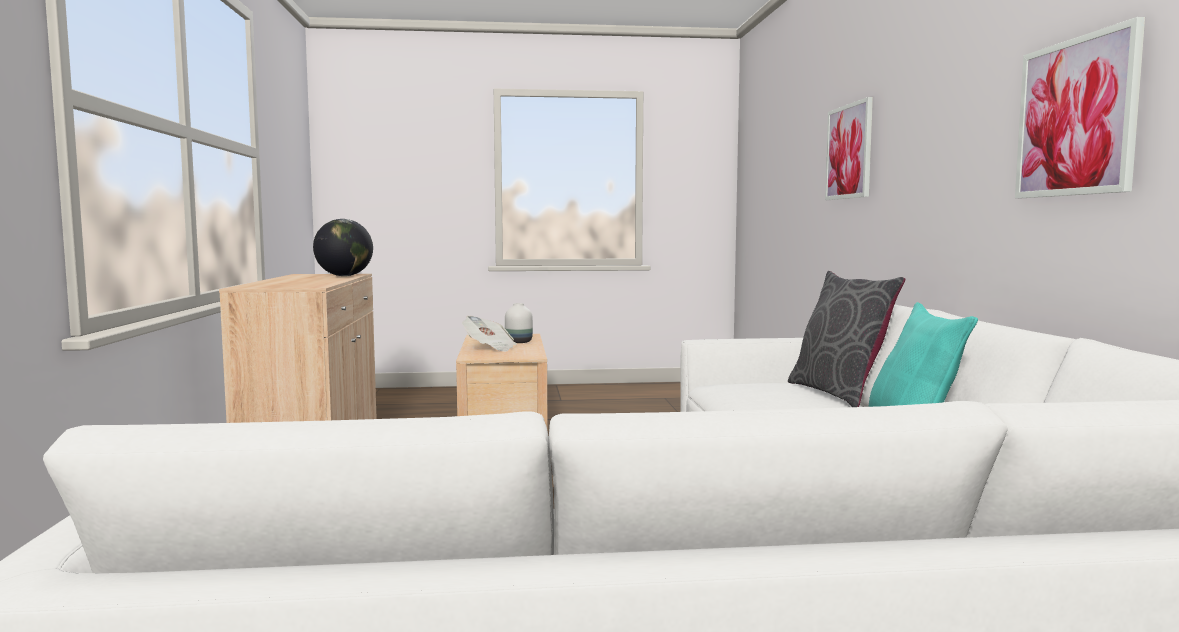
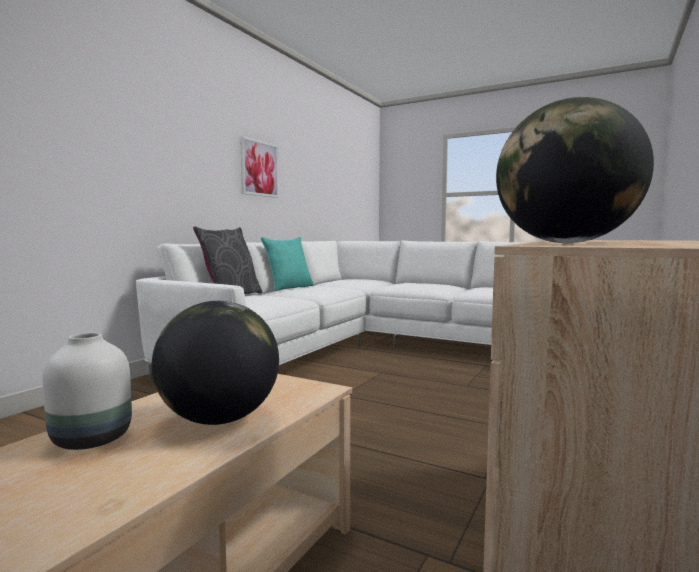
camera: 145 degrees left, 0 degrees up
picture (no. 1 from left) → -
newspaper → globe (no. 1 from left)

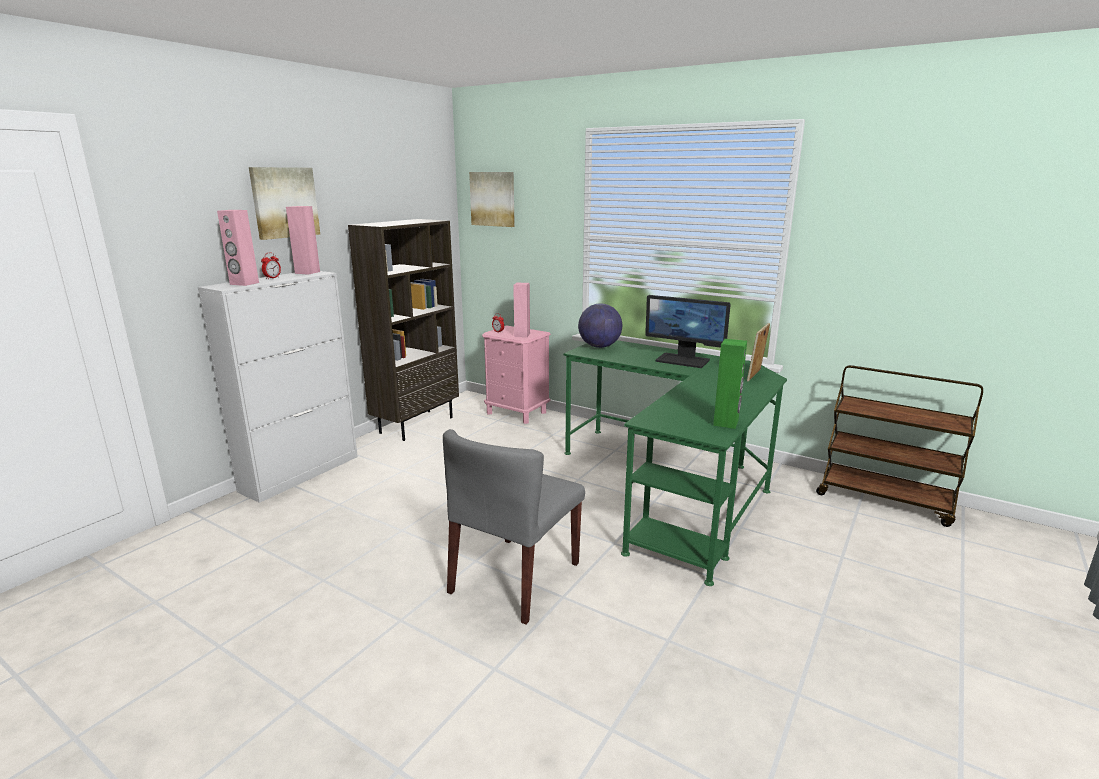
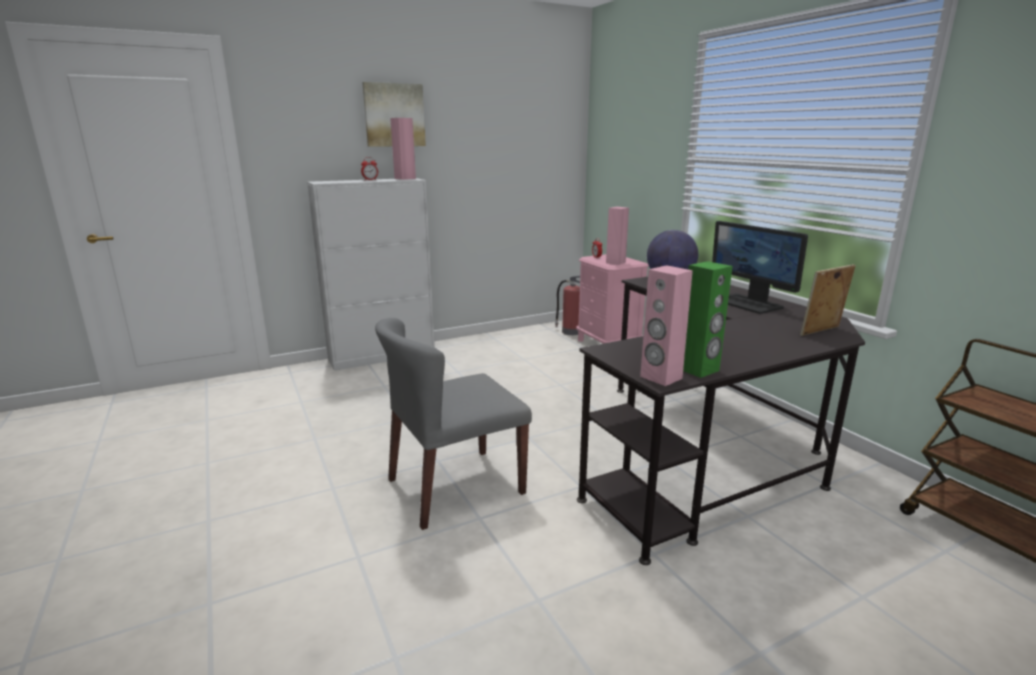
camera: 30 degrees right, 0 degrees up
brown bookcase → -
picture (no. 2 from left) → -
- → fire extinguisher
pink speaker (no. 1 from left in the first image) → pink speaker (no. 3 from left), relocated
green desk → black desk

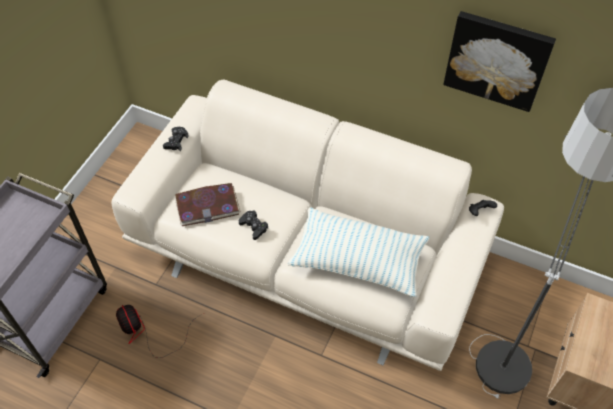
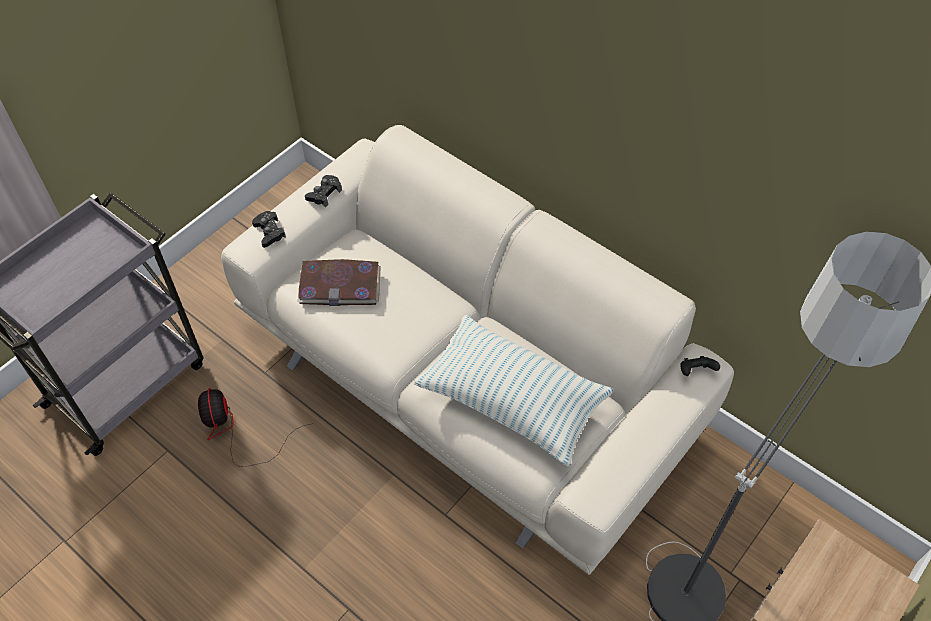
camera: 15 degrees right, 0 degrees up
picture → -
black game controller (no. 2 from left in the first image) → black game controller (no. 1 from left), relocated

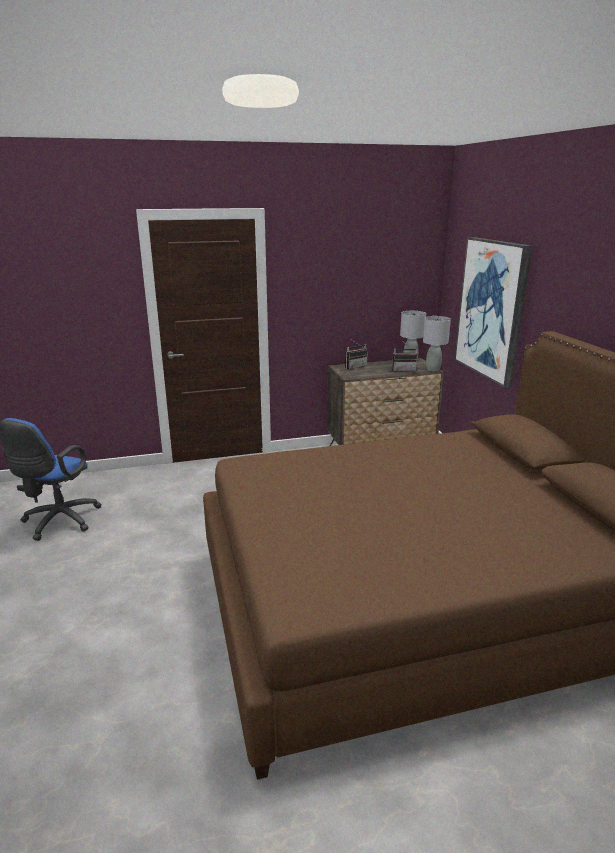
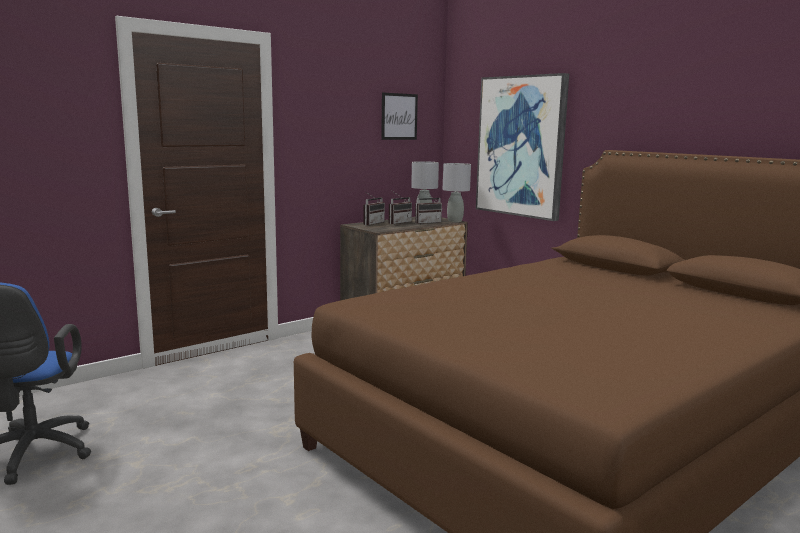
camera: 25 degrees left, 10 degrees down
- → picture (no. 1 from left)
- → radio (no. 2 from left)

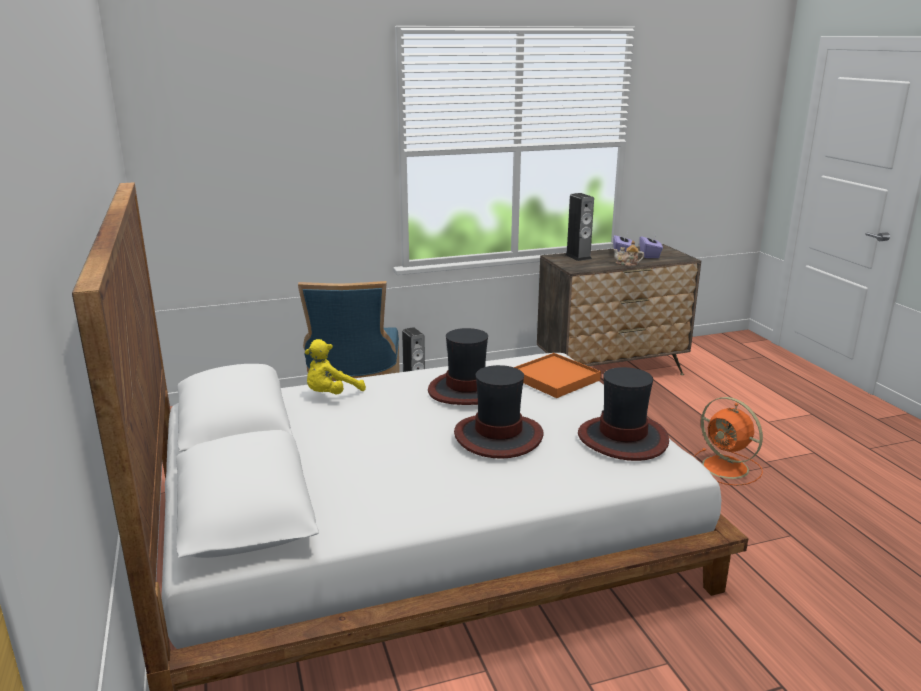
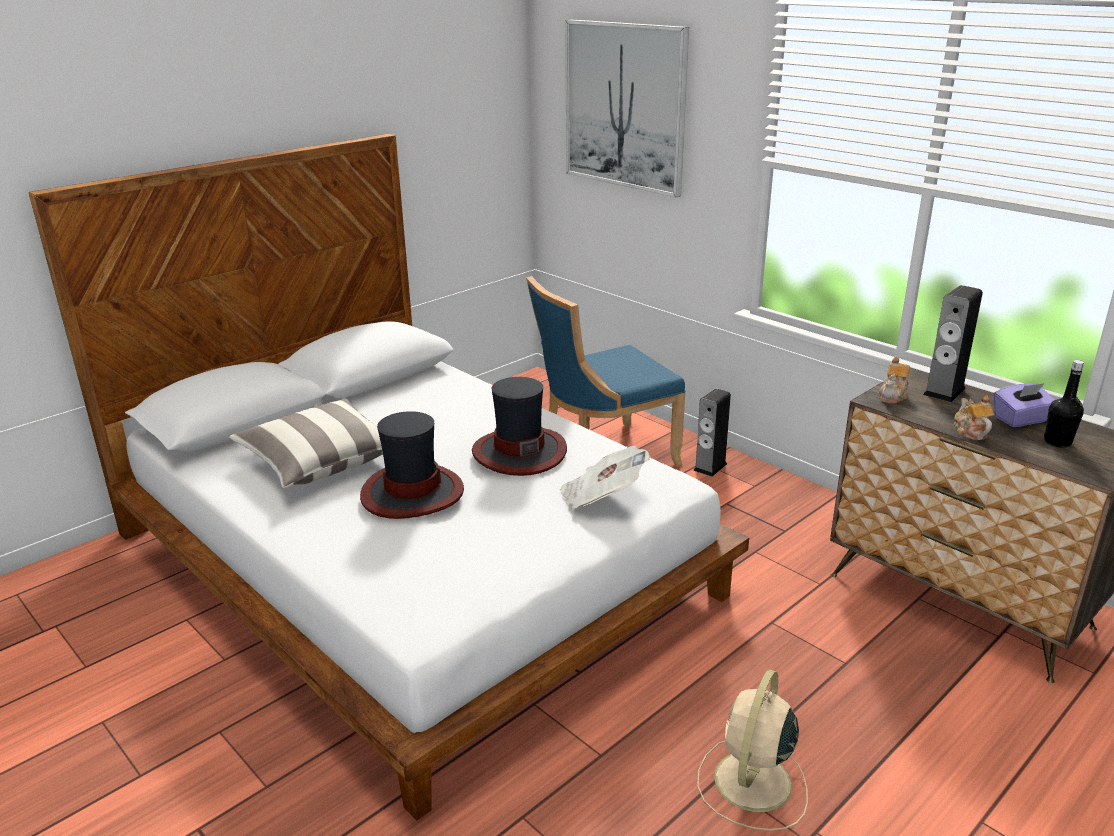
camera: 65 degrees right, 5 degrees up
yellow plush toy → -
hat (no. 3 from left) → -
- → pillow
- → picture
- → teapot (no. 1 from left)
orange tray → newspaper
purple tissue box (no. 2 from left) → black bottle
orange fan → beige fan

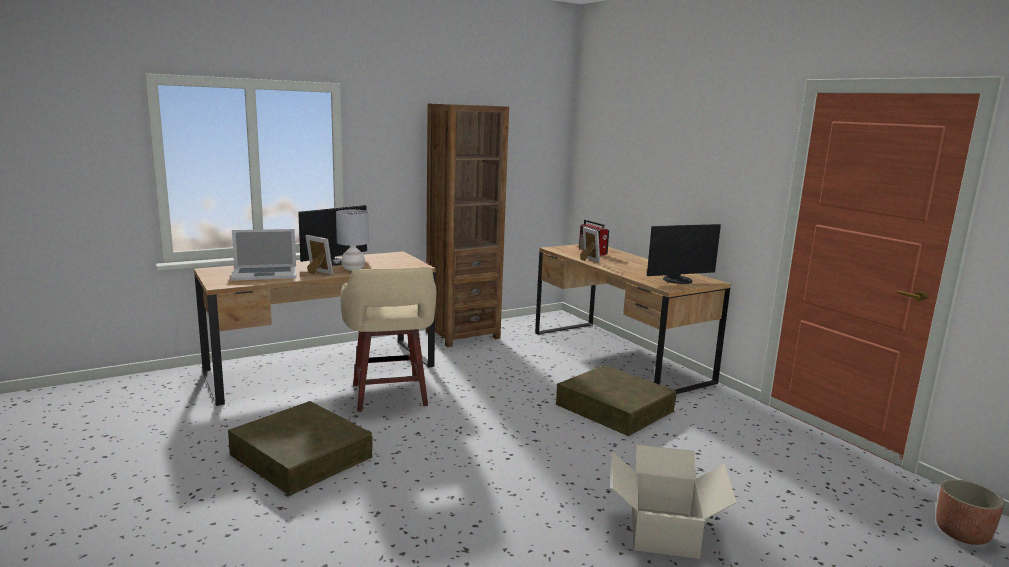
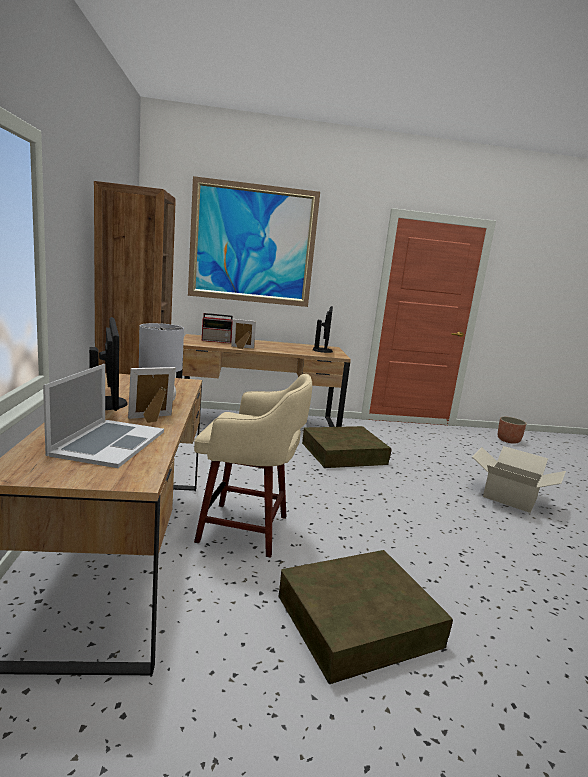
camera: 65 degrees left, 0 degrees up
- → picture

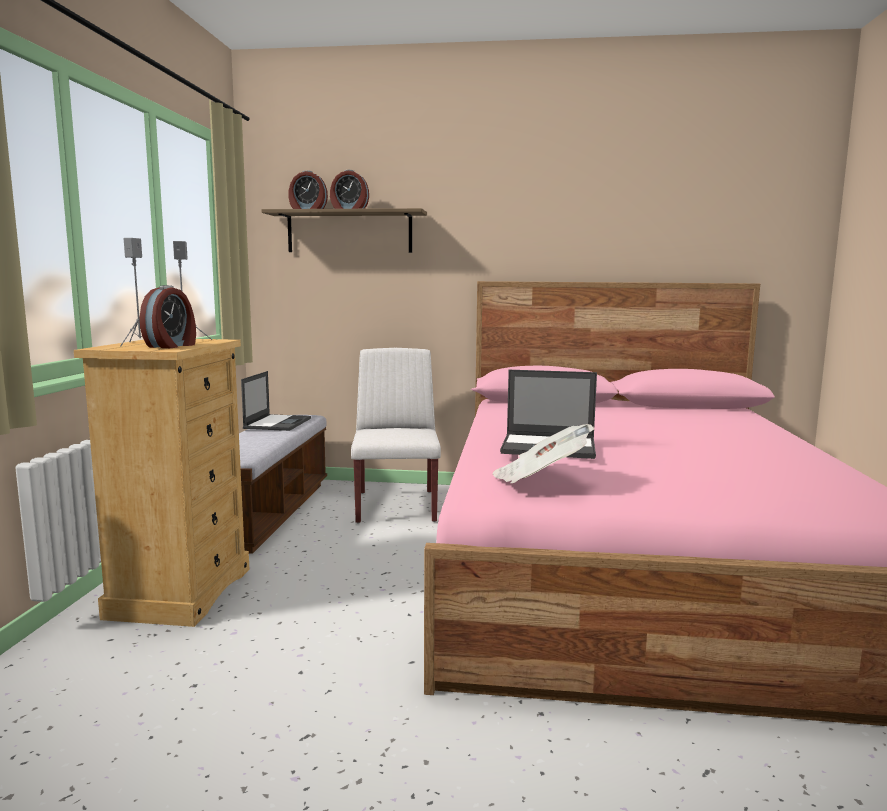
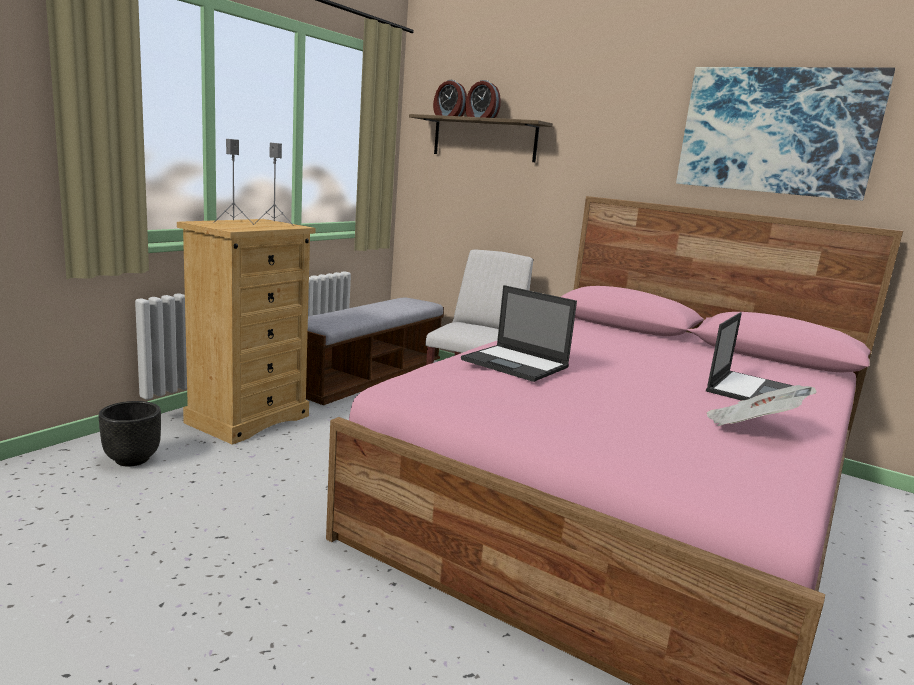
camera: 25 degrees right, 5 degrees up
alarm clock (no. 1 from left) → -
- → black planter
- → picture
laptop (no. 1 from left in the first image) → laptop (no. 2 from left), relocated
newspaper, relocated

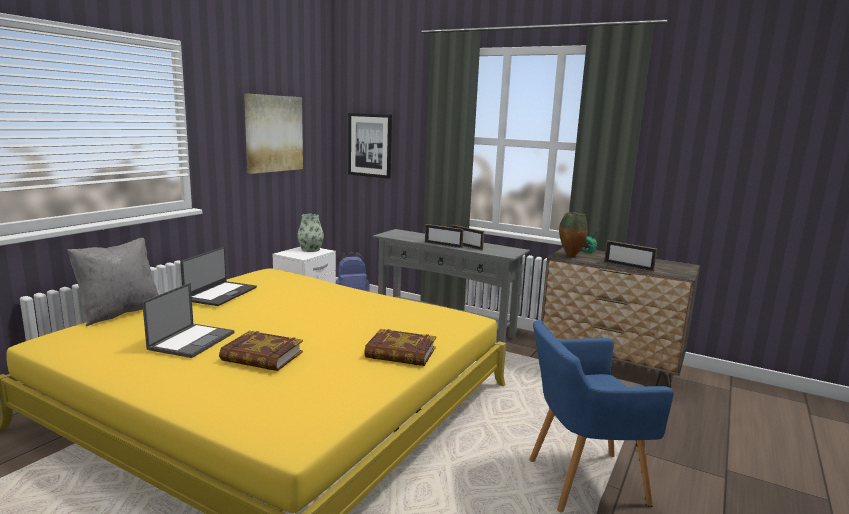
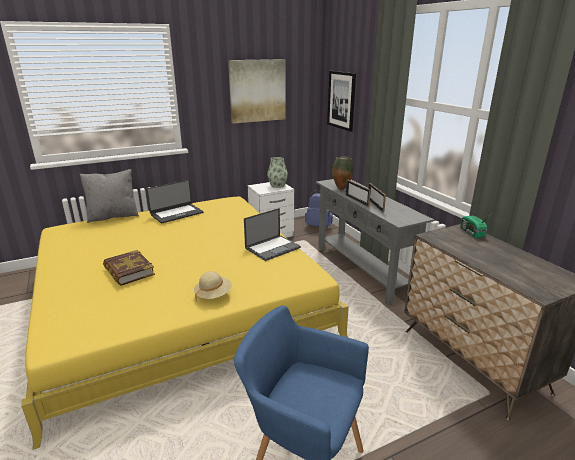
camera: 35 degrees right, 10 degrees up
picture frame (no. 3 from left) → -
laptop (no. 1 from left in the first image) → laptop (no. 2 from left), relocated
vase (no. 2 from left), relocated
book (no. 2 from left) → beige hat

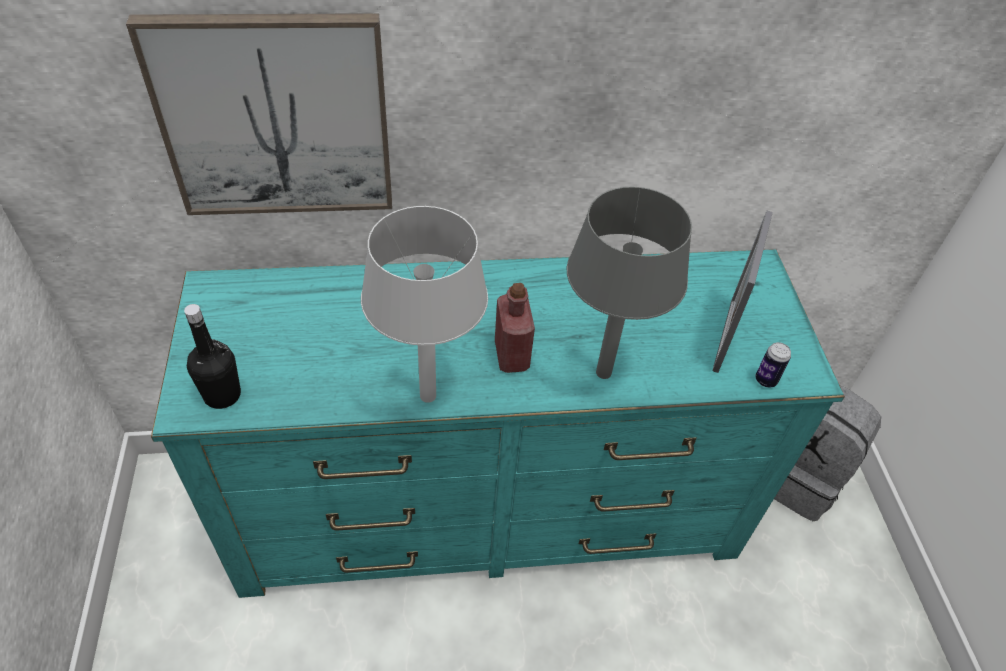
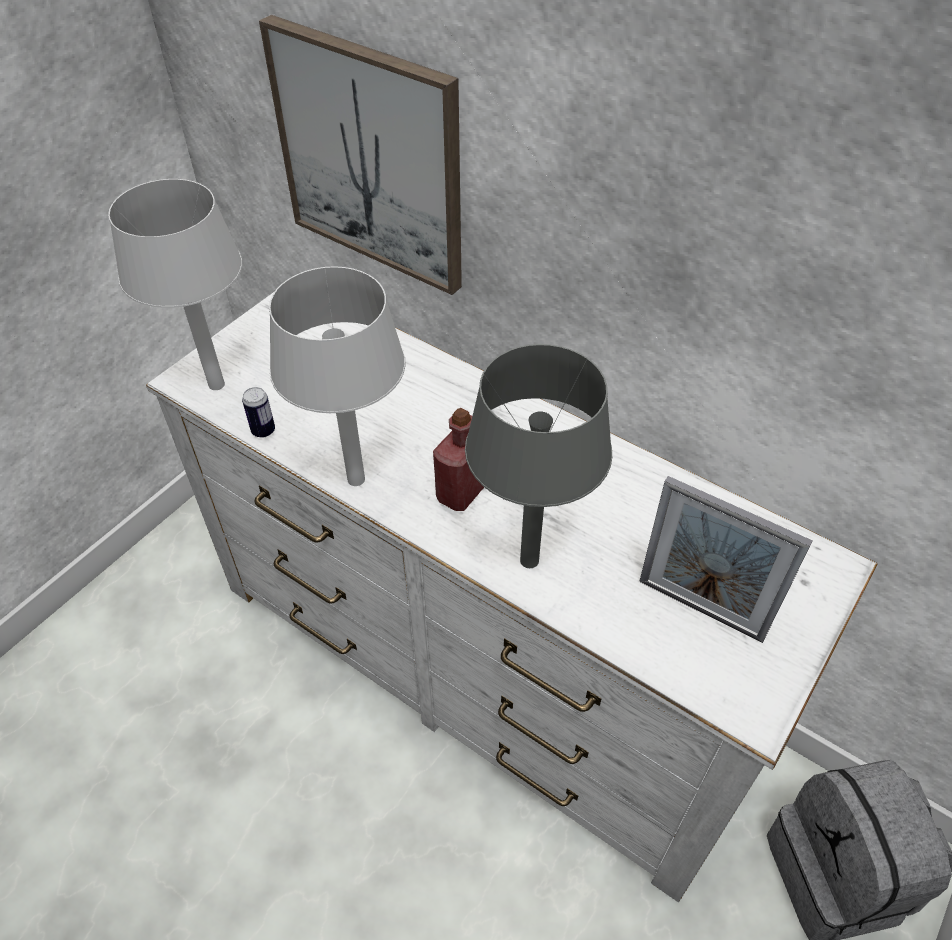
camera: 45 degrees right, 0 degrees up
can, relocated
black bottle → grey table lamp (no. 1 from left)
turquoise dresser → white dresser
picture frame, 120 degrees counterclockwise

